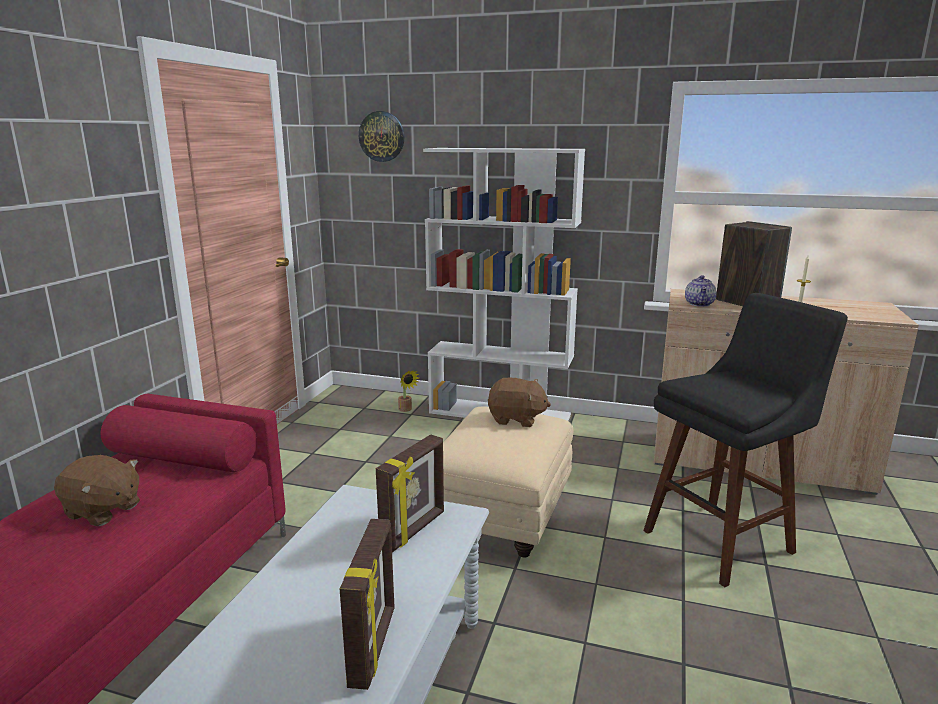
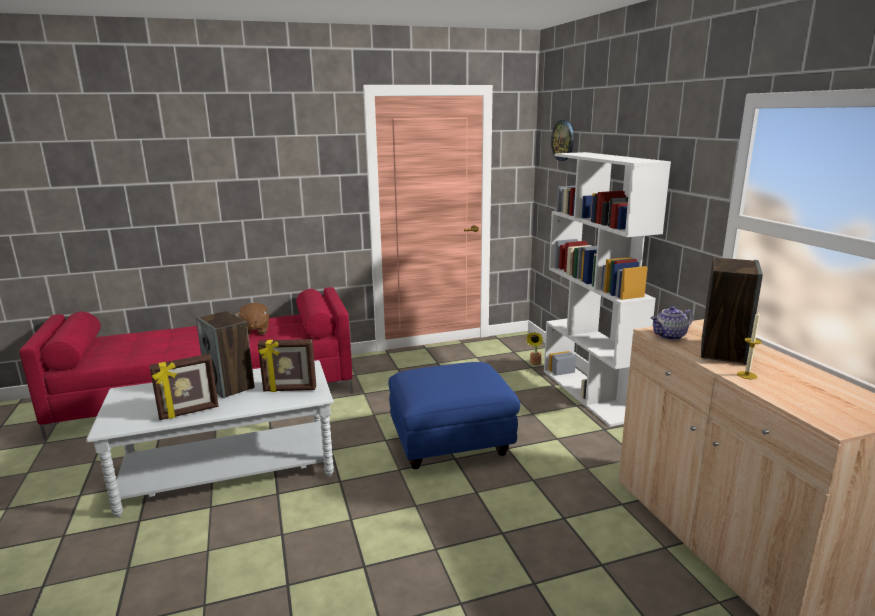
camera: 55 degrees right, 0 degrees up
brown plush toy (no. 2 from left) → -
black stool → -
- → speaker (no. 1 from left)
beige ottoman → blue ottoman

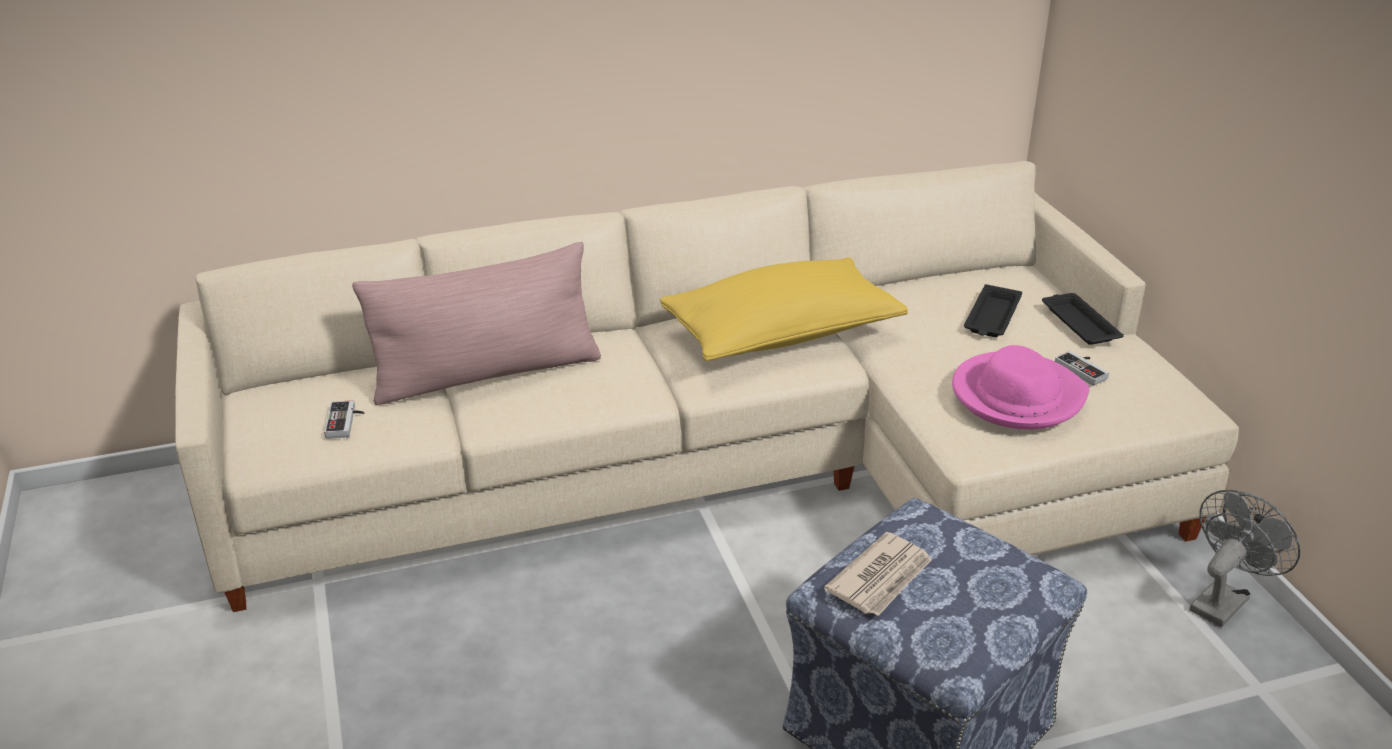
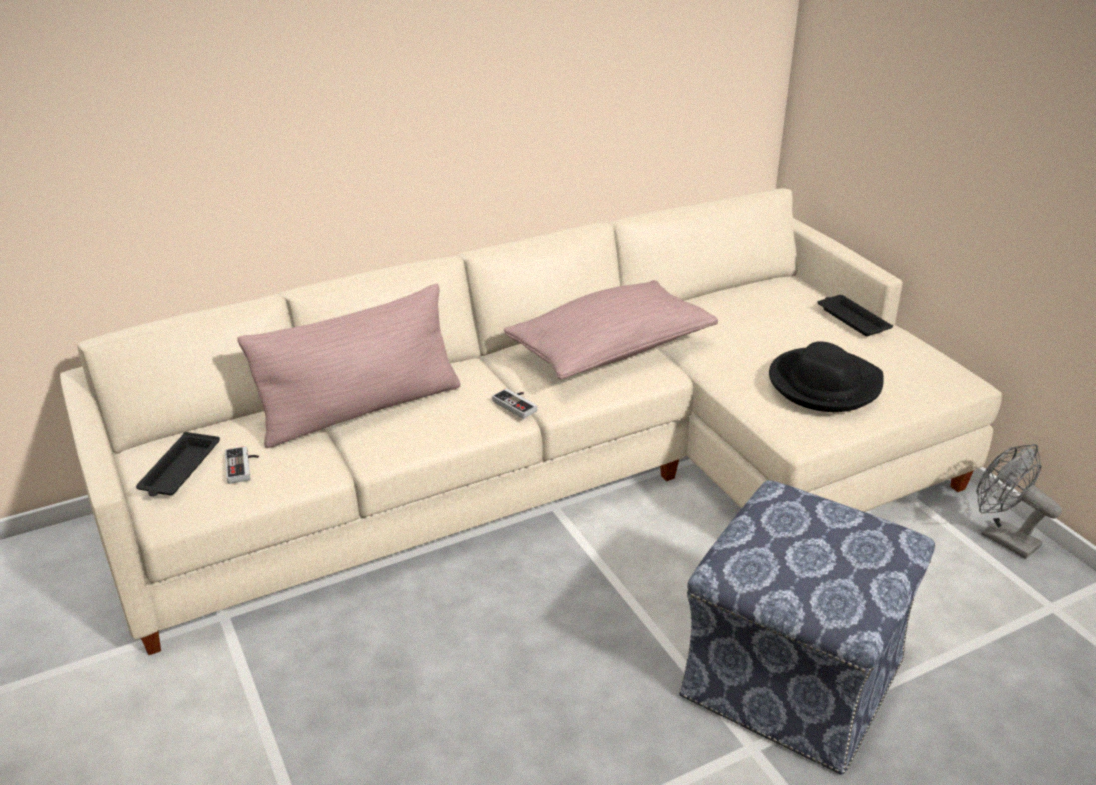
camera: 10 degrees left, 0 degrees up
newspaper → -
black tray (no. 1 from left), relocated
game controller (no. 2 from left), relocated
yellow pillow → pink pillow (no. 2 from left)
pink hat → black hat
grey fan, 75 degrees counterclockwise

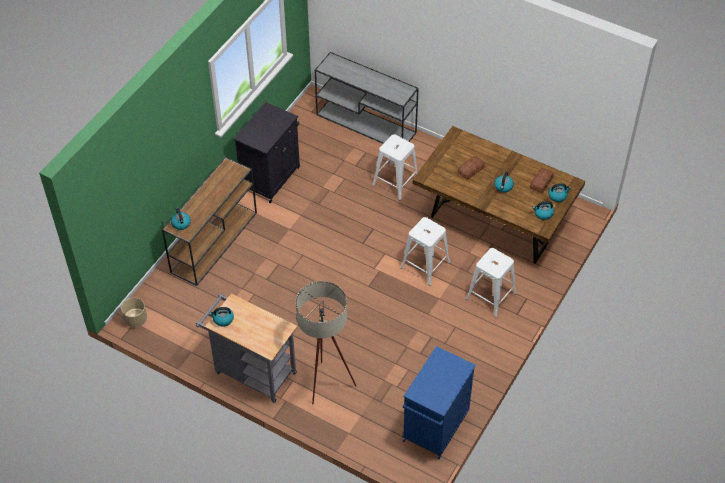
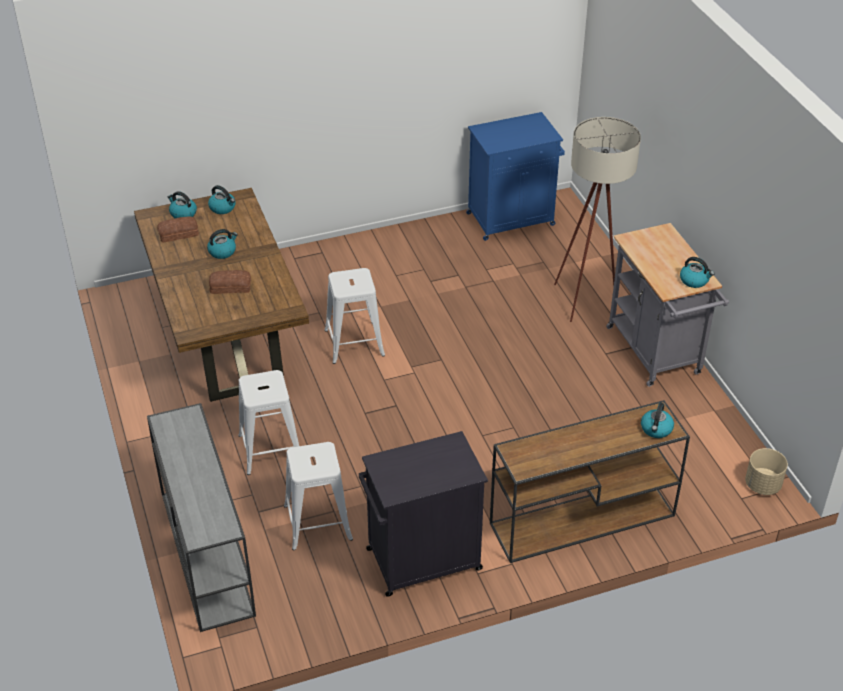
camera: 140 degrees left, 10 degrees down
white stool (no. 3 from left in the first image) → white stool (no. 2 from left), relocated

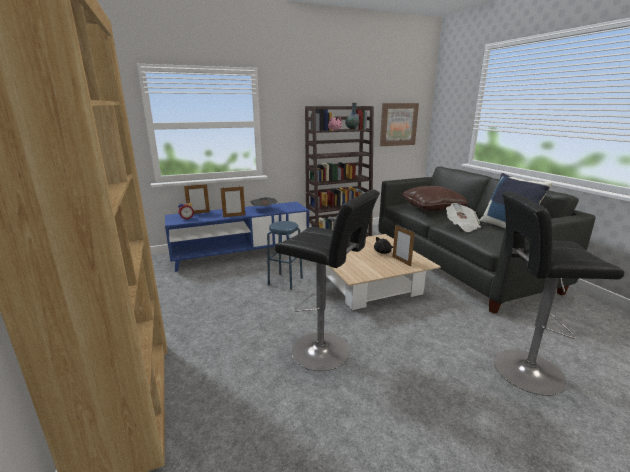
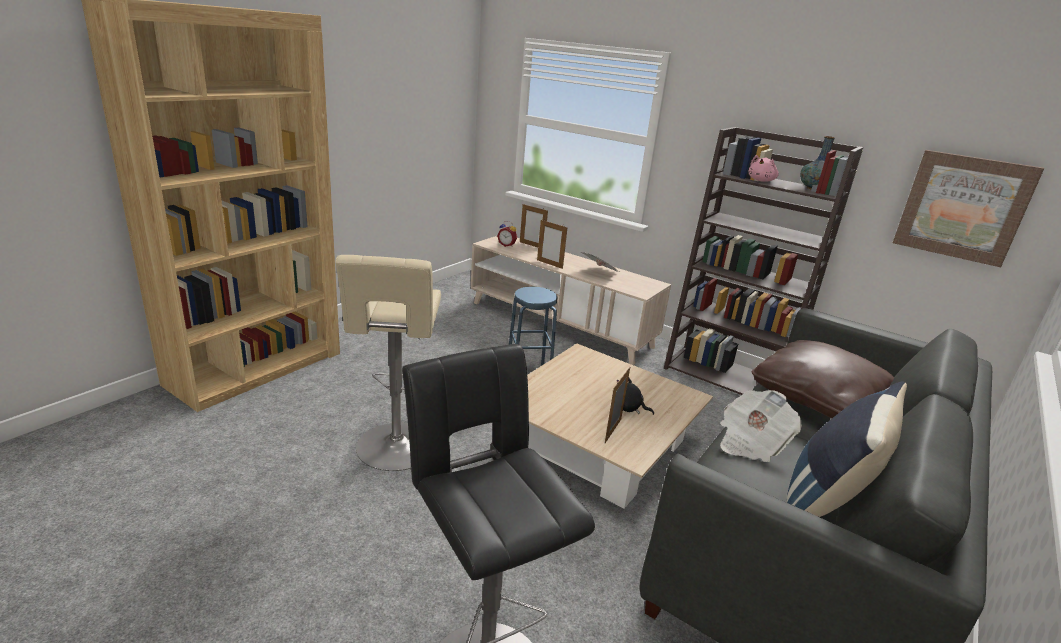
camera: 55 degrees right, 5 degrees up
blue tv stand → beige tv stand
black stool (no. 1 from left) → beige stool

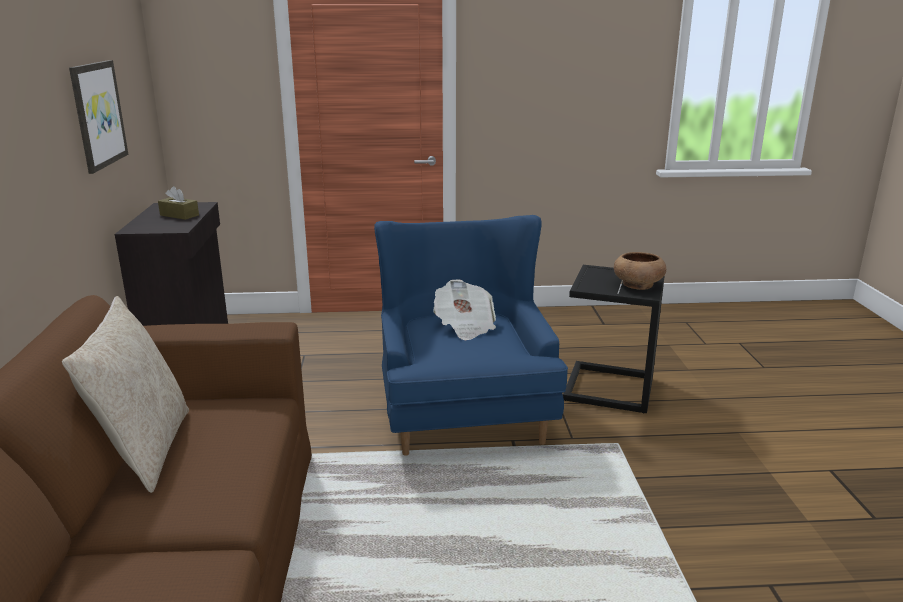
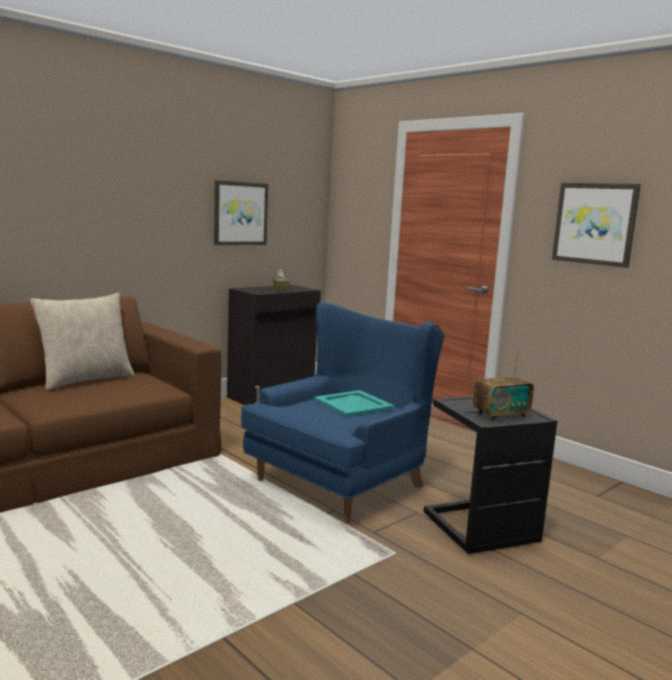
camera: 50 degrees right, 10 degrees down
- → picture (no. 2 from left)
newspaper → turquoise tray
brown bowl → radio

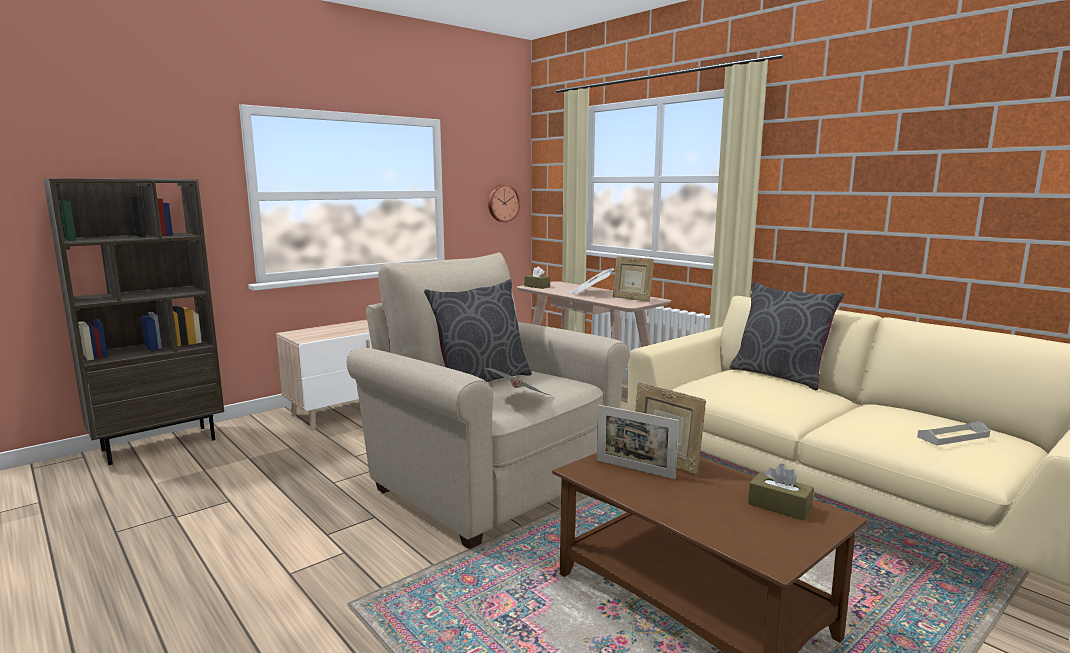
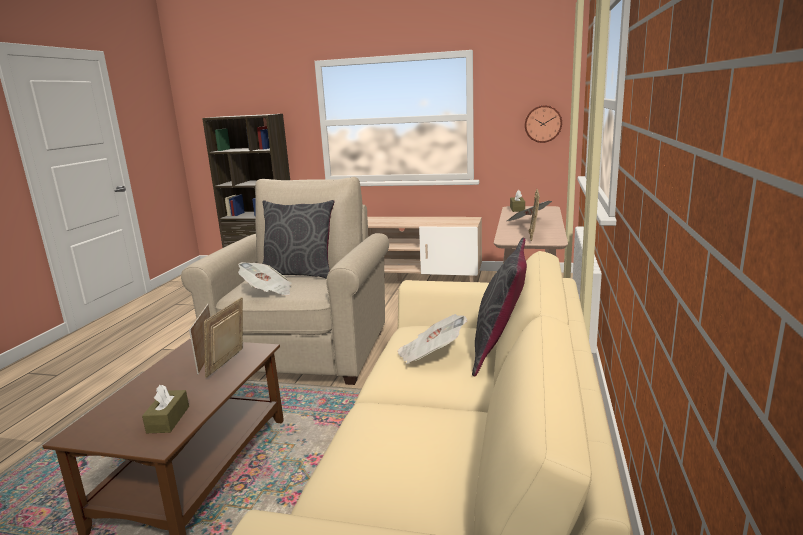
camera: 55 degrees right, 5 degrees up
grey tray → -
- → newspaper (no. 2 from left)

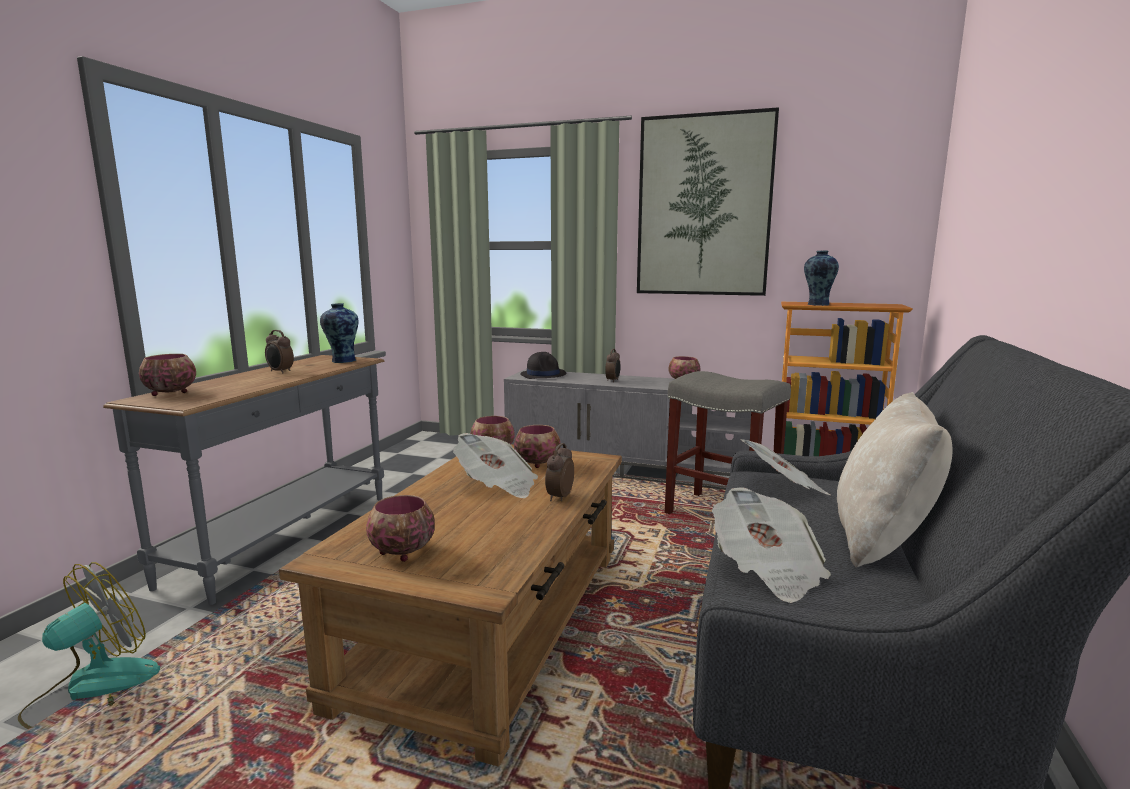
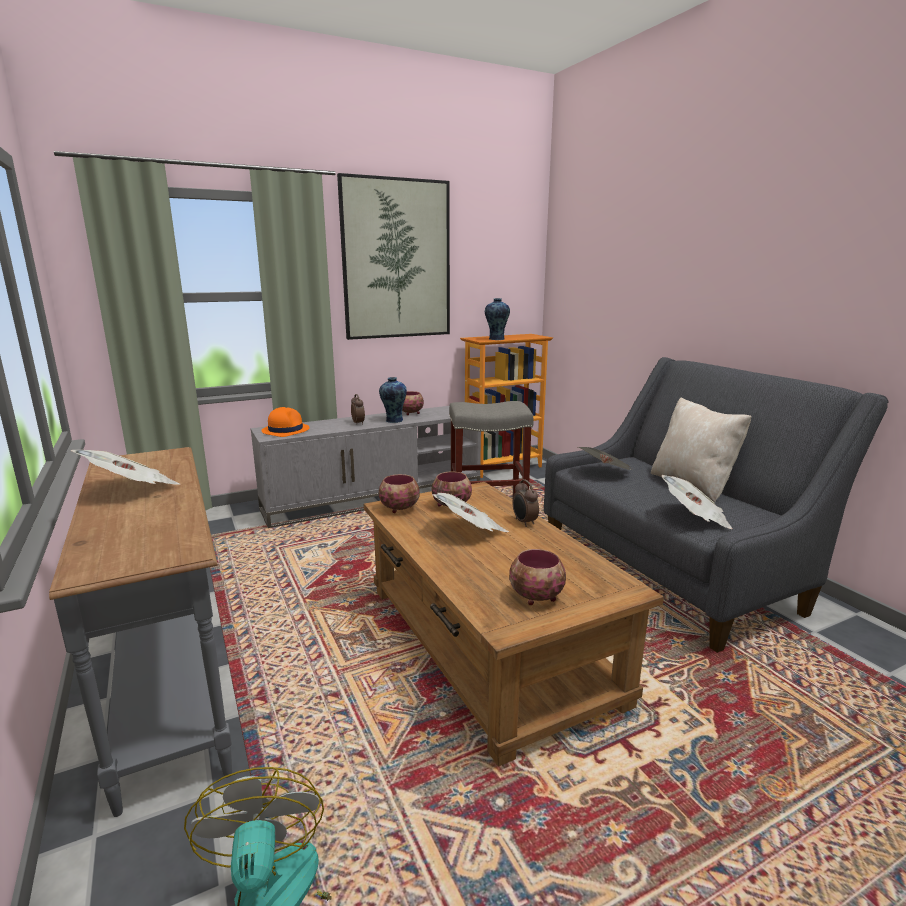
camera: 45 degrees left, 5 degrees up
bowl (no. 1 from left) → -
vase (no. 1 from left), relocated
alarm clock (no. 1 from left) → newspaper (no. 1 from left)
black hat → orange hat

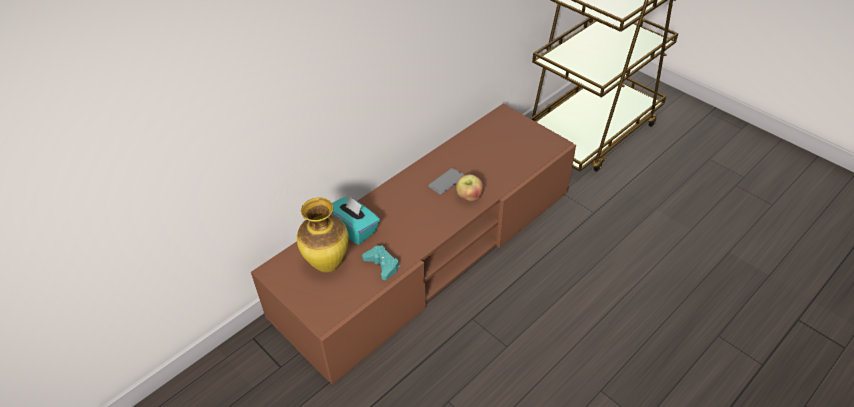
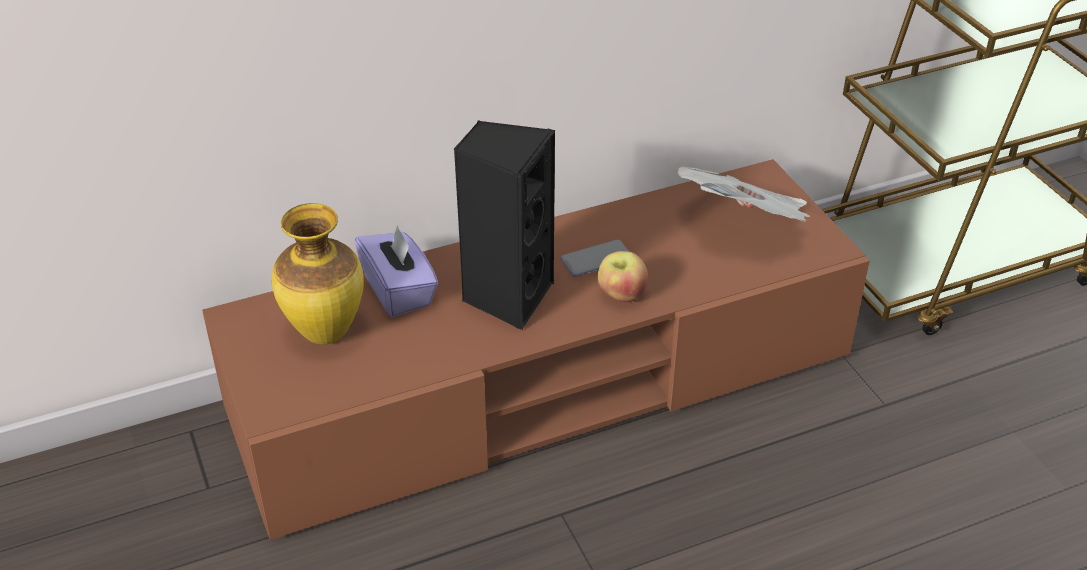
camera: 20 degrees right, 5 degrees down
turquoise game controller → -
- → black speaker
- → newspaper
turquoise tissue box → purple tissue box

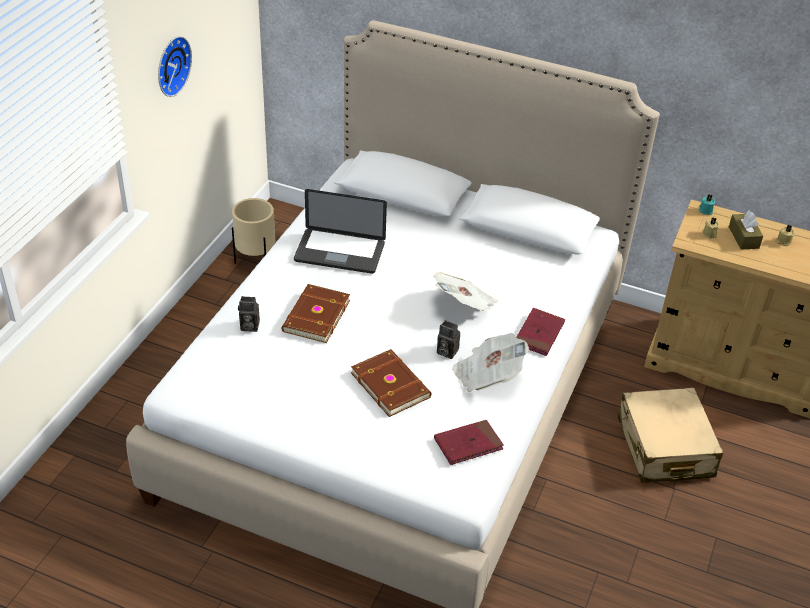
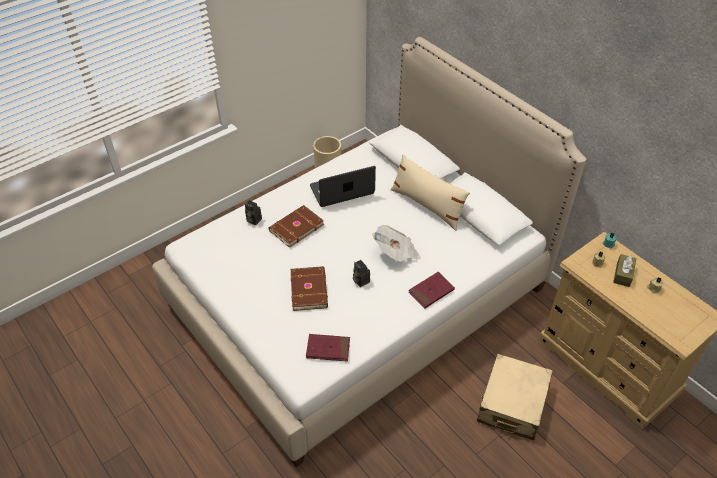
camera: 30 degrees right, 5 degrees up
wall clock → -
newspaper (no. 2 from left) → -
- → beige pillow
laptop, 120 degrees clockwise

